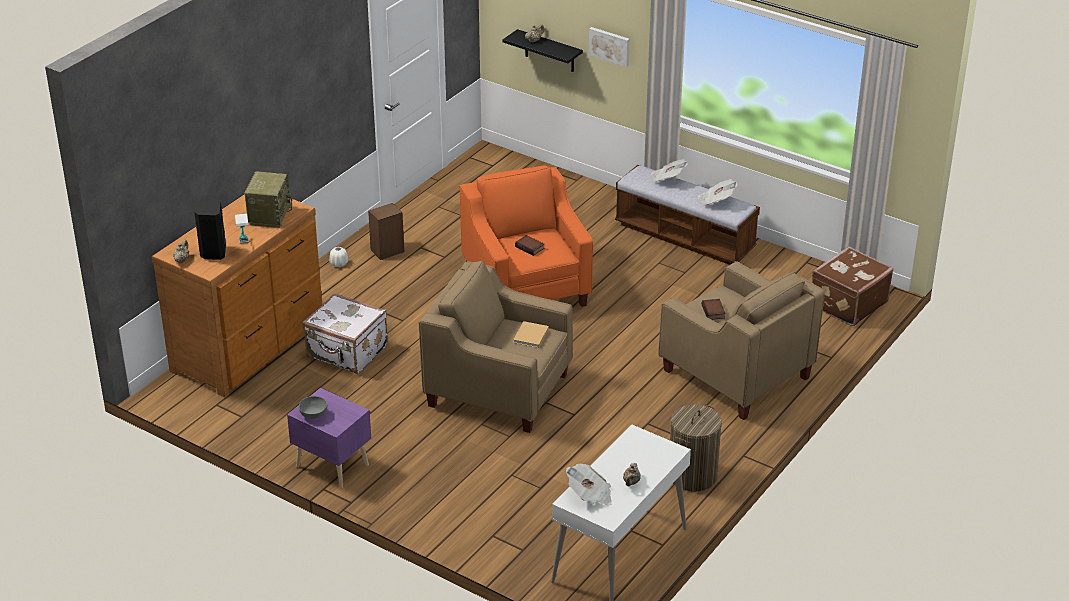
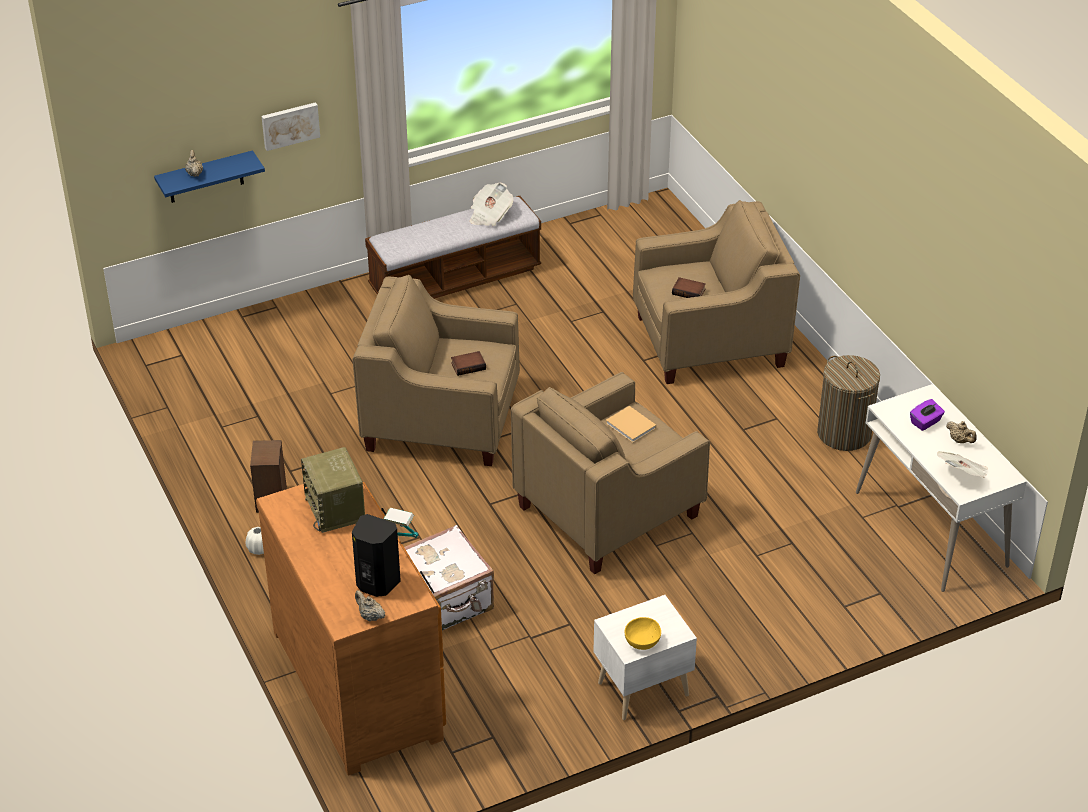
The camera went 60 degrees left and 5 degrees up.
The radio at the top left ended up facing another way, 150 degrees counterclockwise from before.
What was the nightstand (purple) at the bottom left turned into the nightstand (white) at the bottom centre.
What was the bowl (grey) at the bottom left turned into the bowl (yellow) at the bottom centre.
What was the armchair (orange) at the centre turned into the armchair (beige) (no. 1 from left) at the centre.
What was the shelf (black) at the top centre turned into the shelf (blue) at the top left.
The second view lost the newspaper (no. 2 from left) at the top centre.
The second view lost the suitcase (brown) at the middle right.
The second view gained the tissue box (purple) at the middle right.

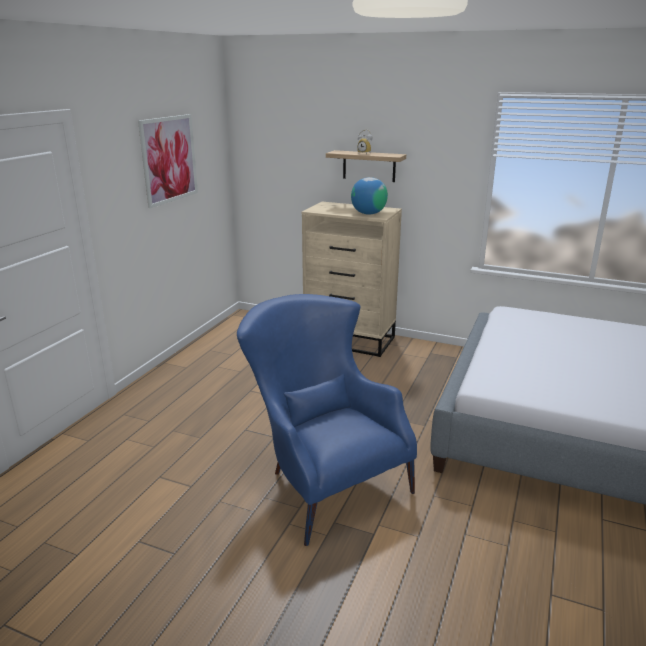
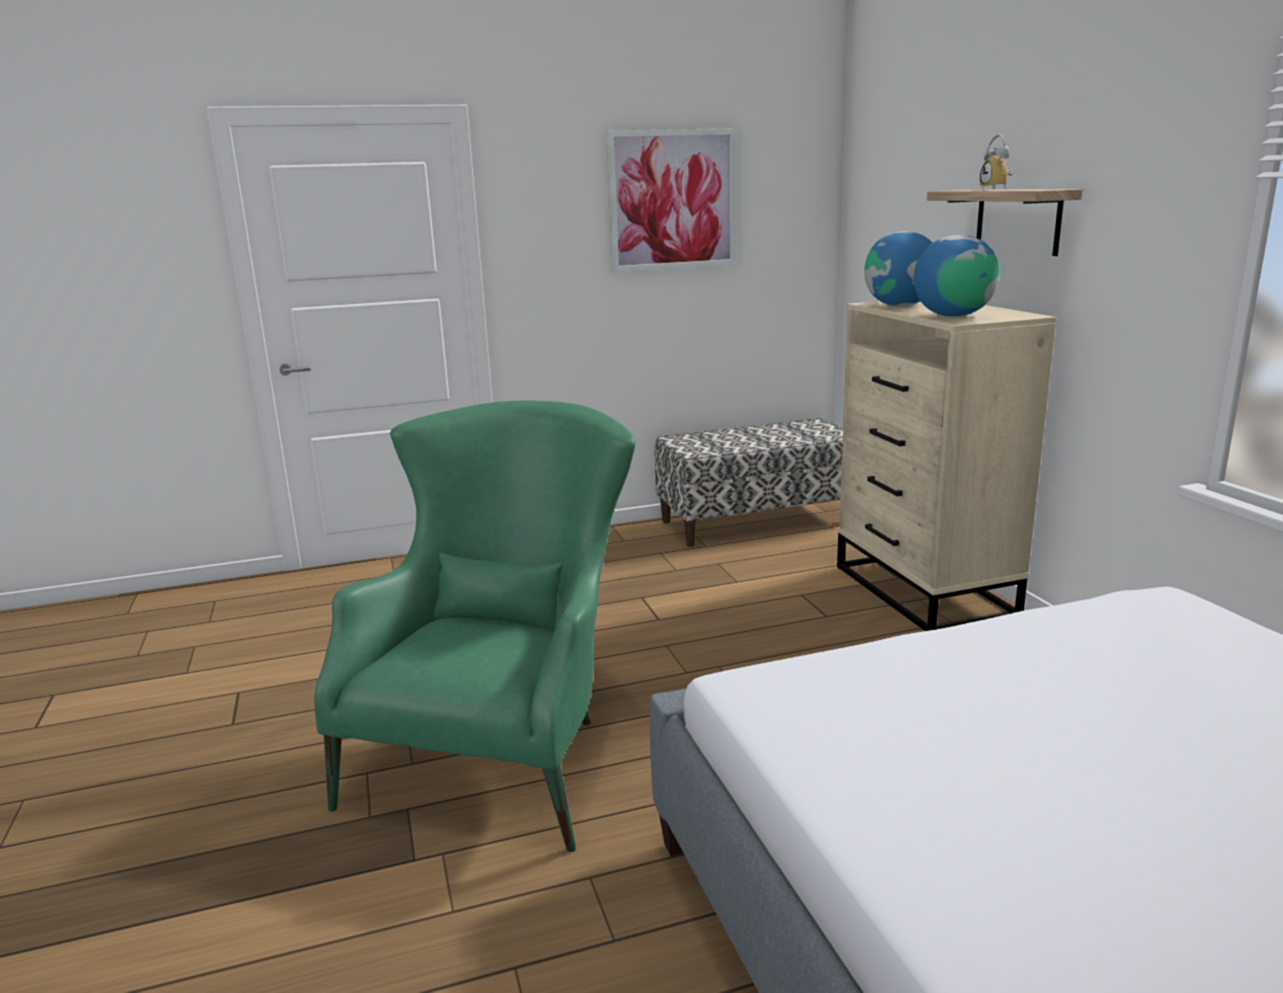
The camera went 50 degrees right and 5 degrees down.
What was the armchair (blue) at the centre turned into the armchair (green) at the centre.
The second view gained the bench at the centre.
The second view gained the globe (no. 1 from left) at the top right.

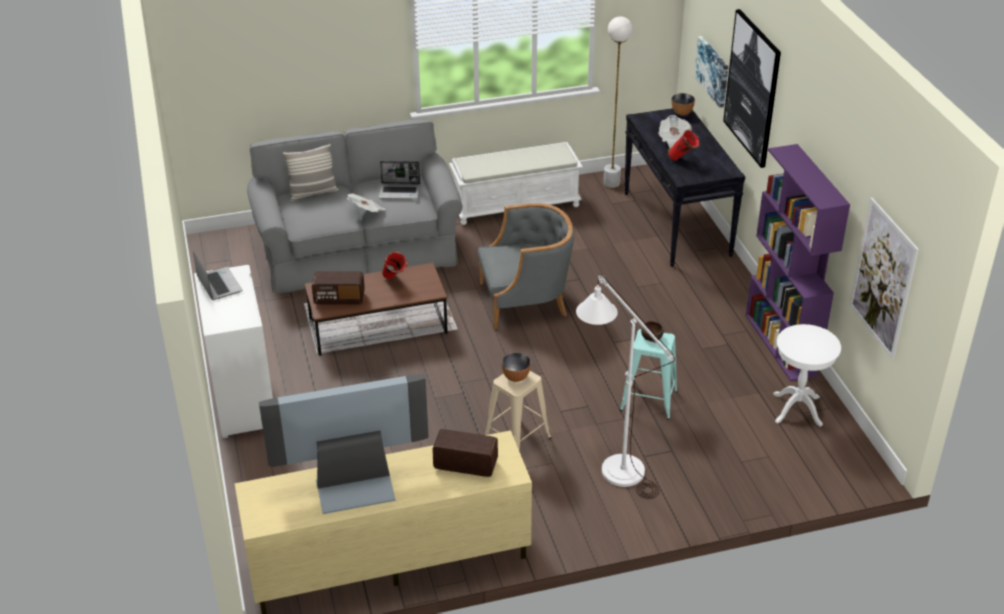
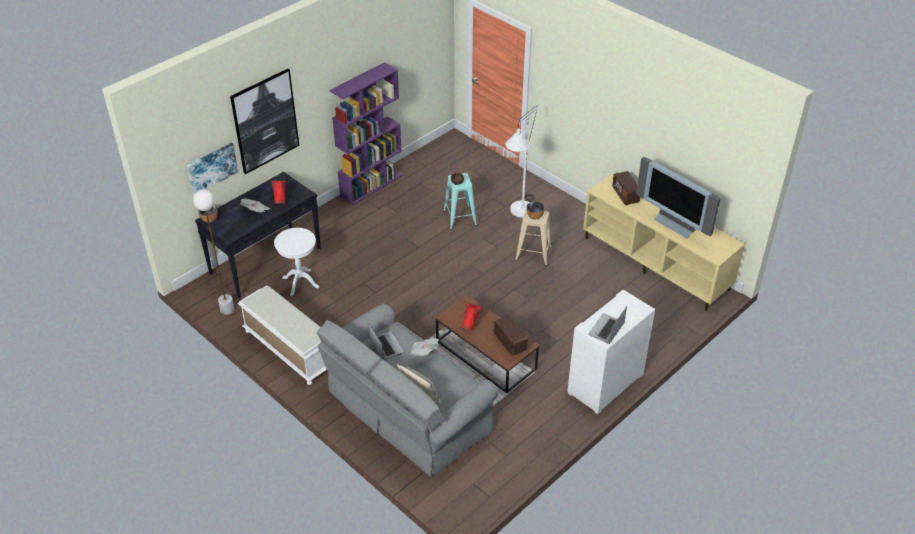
The camera went 120 degrees left and 5 degrees up.
The second view lost the armchair (grey) at the centre.
The side table (white) ended up elsewhere, having gone from the middle right to the middle left.
The second view lost the picture (no. 3 from left) at the middle right.

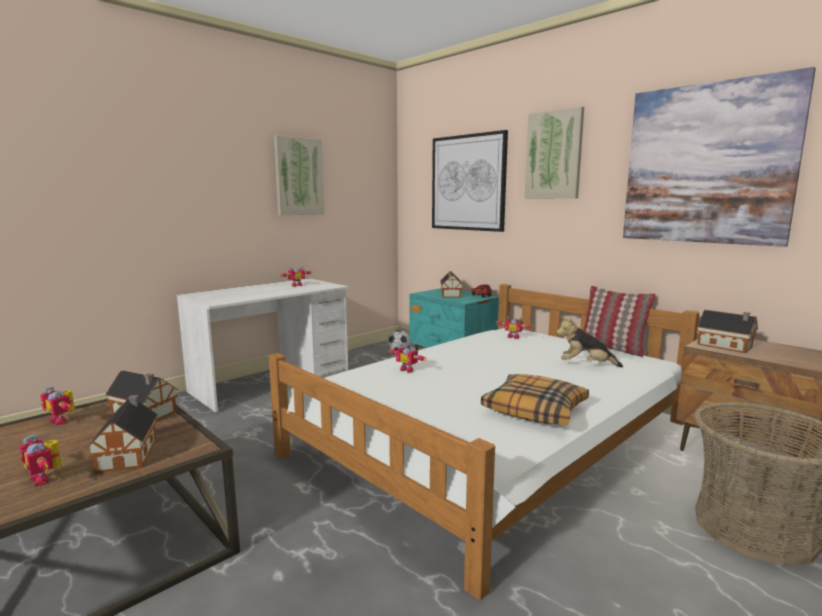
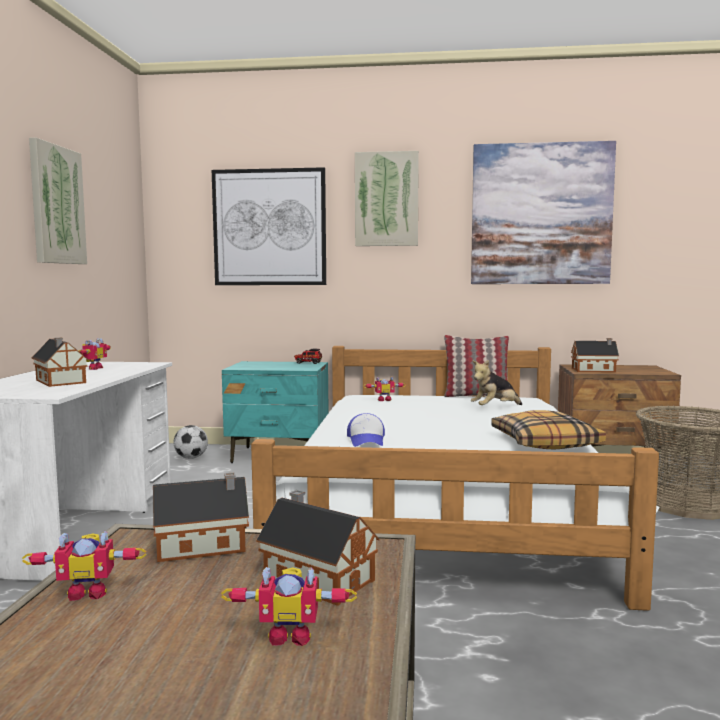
The camera went 40 degrees left and 5 degrees down.
Where the toy robot (no. 4 from left) stood at the centre, the cap came to stand at the centre.
The toy house (no. 3 from left in the first image) ended up elsewhere, having gone from the centre to the middle left.

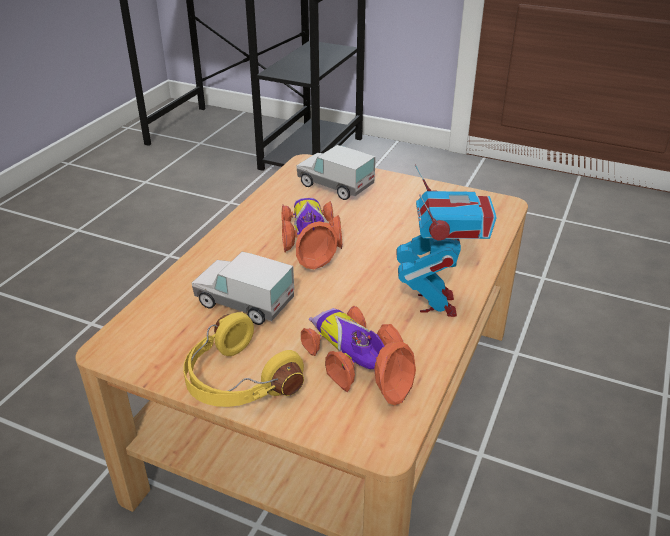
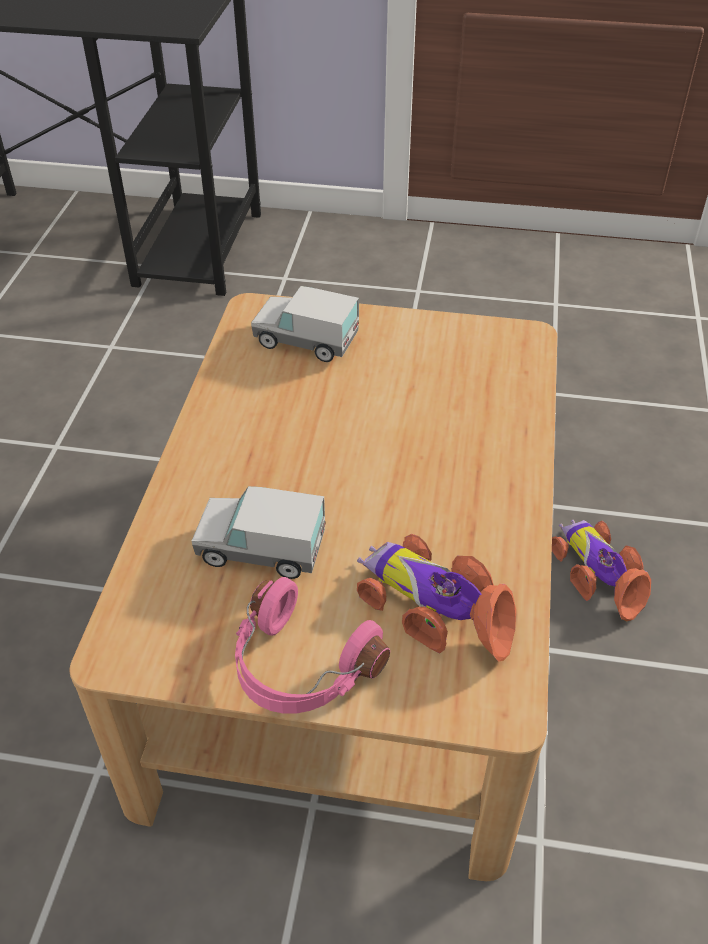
The camera went 15 degrees left and 10 degrees up.
What was the headphones (yellow) at the bottom centre turned into the headphones (pink) at the bottom centre.
The toy car (no. 1 from left in the first image) ended up elsewhere, having gone from the centre to the middle right.
The second view lost the toy robot at the centre.

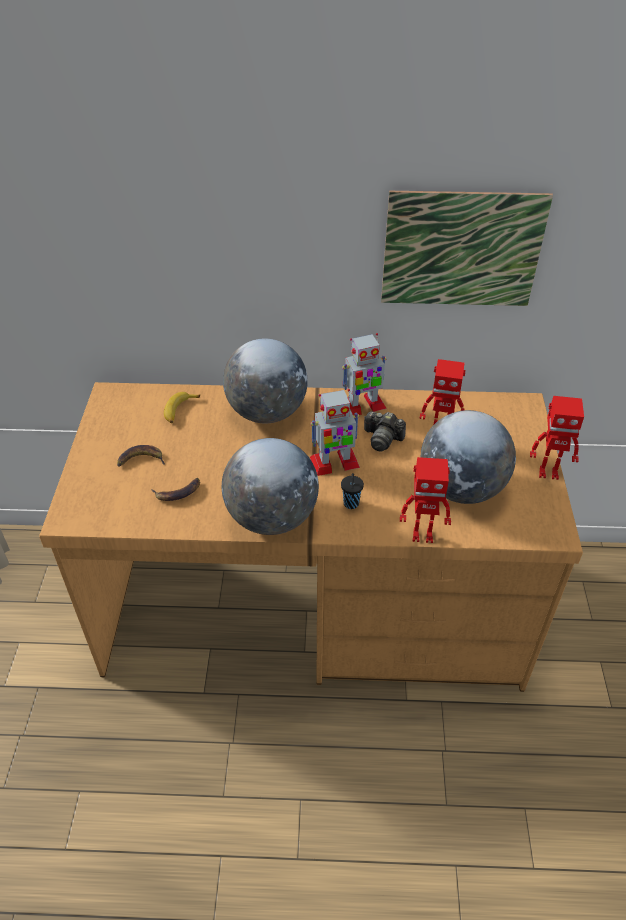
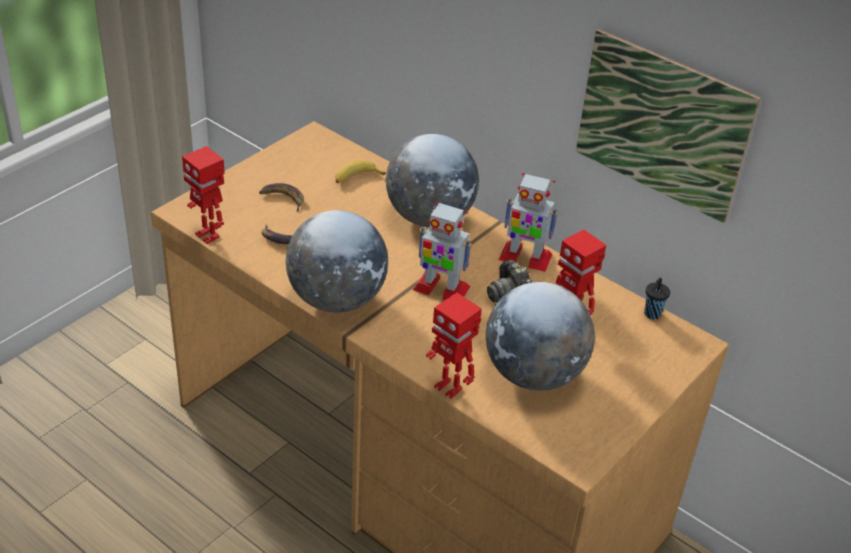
The camera went 35 degrees right and 5 degrees down.
The cup (black) ended up elsewhere, having gone from the centre to the middle right.
The toy robot (no. 5 from left in the first image) ended up elsewhere, having gone from the middle right to the middle left.

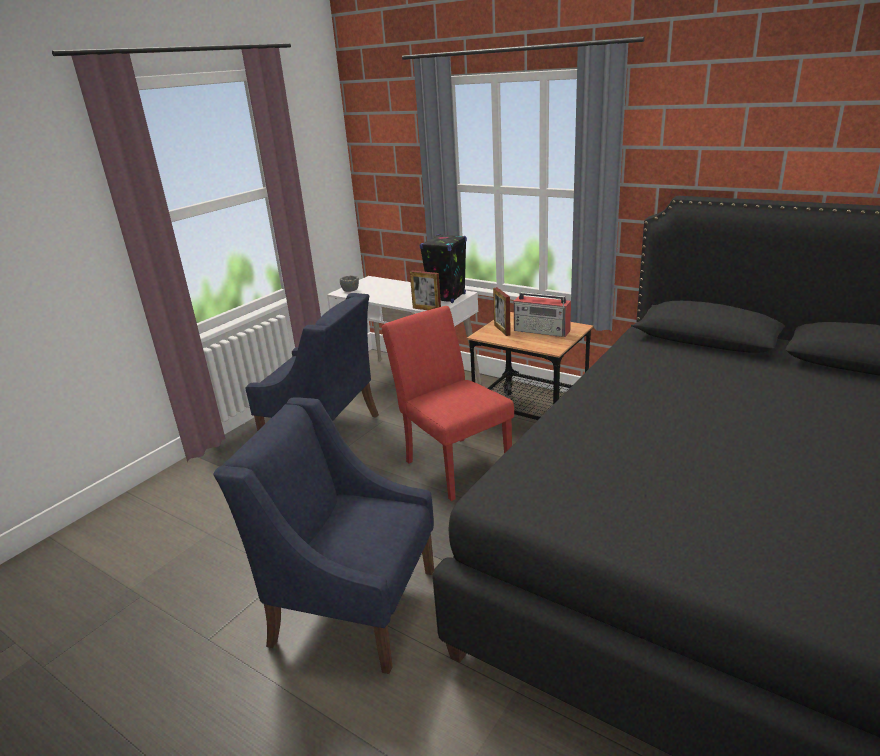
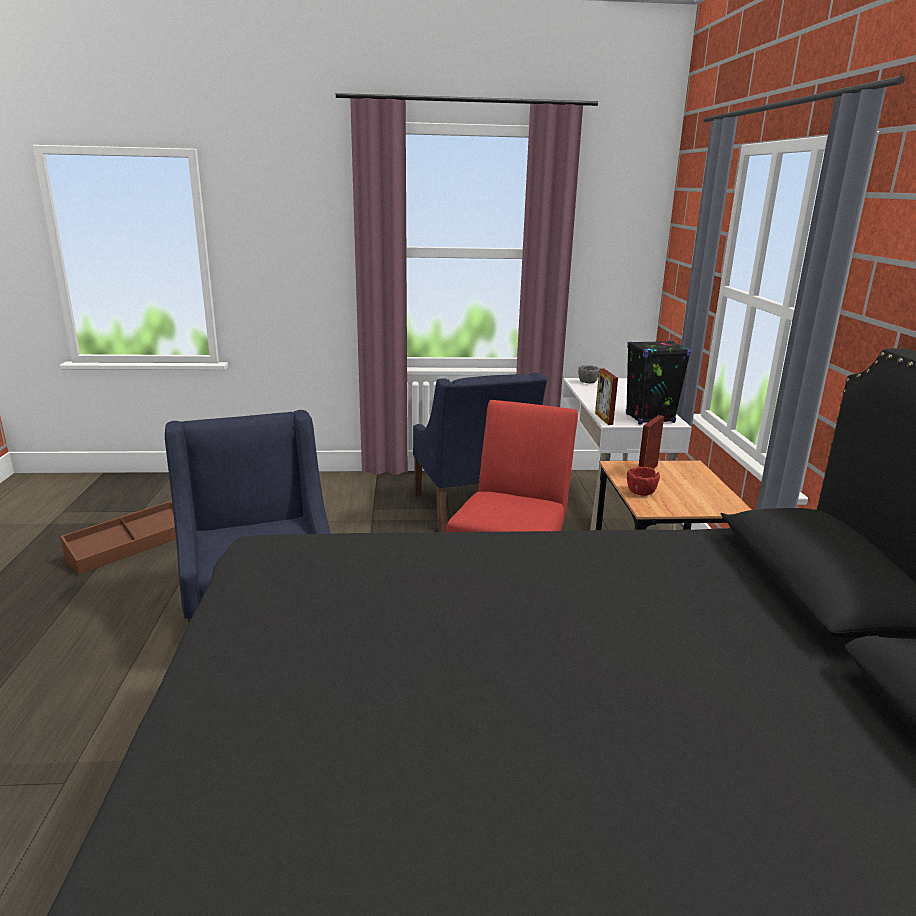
The camera went 50 degrees right and 5 degrees down.
The second view lost the radio at the centre.
The second view gained the storage box (brown) at the middle left.
The second view gained the bowl (red) at the middle right.

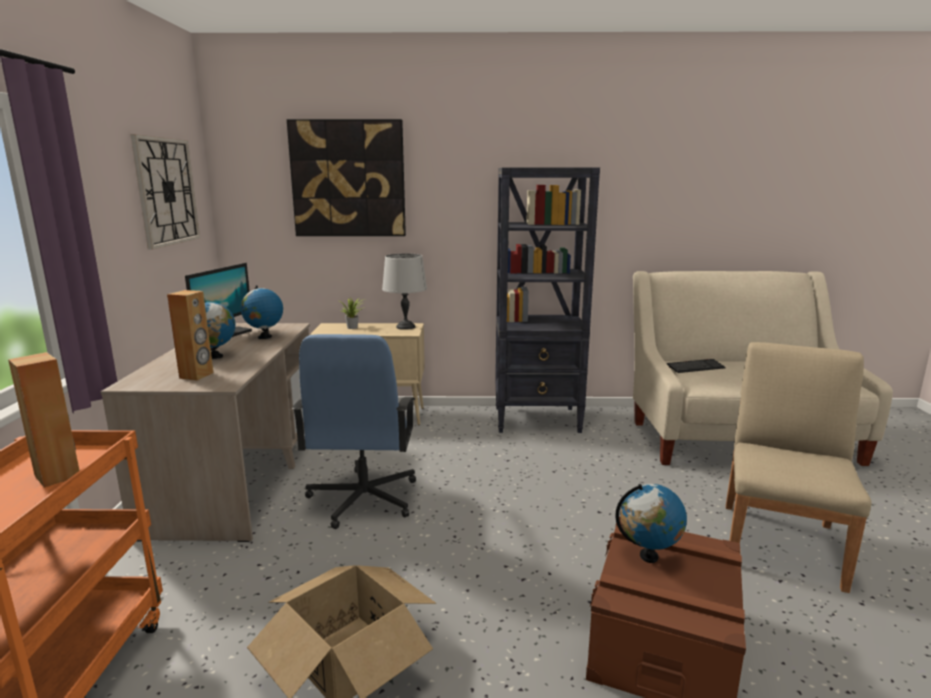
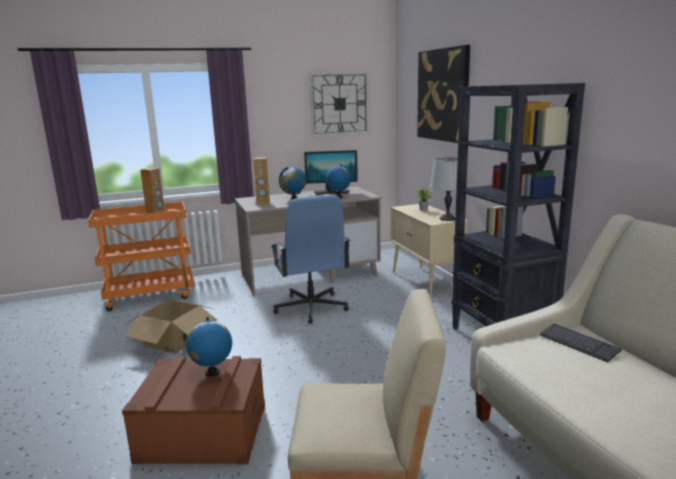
The camera went 70 degrees right and 0 degrees up.
The office chair (blue) at the centre ended up facing another way, 90 degrees counterclockwise from before.

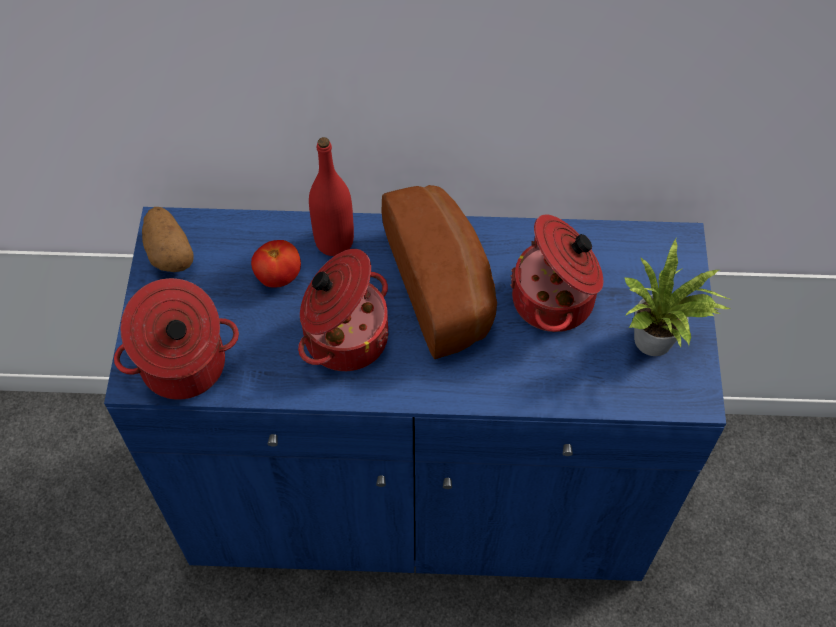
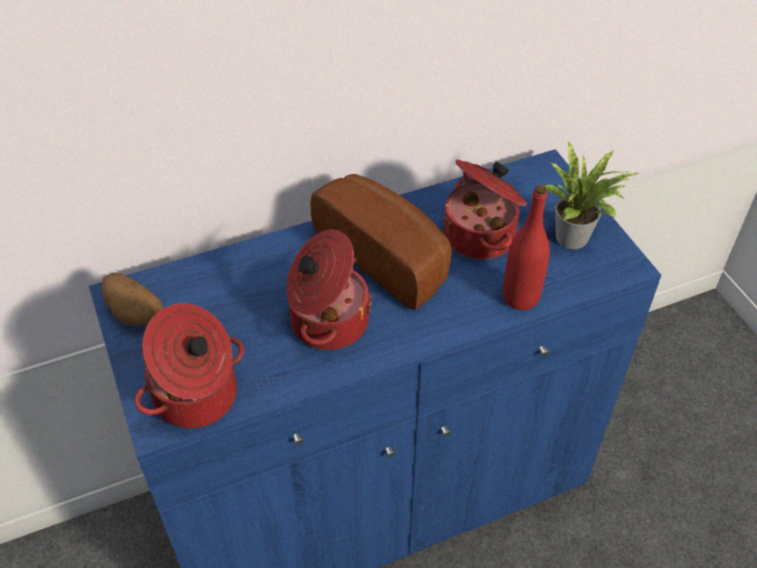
The camera went 25 degrees left and 10 degrees down.
The second view lost the tomato at the middle left.
The bottle (red) ended up elsewhere, having gone from the top centre to the middle right.

